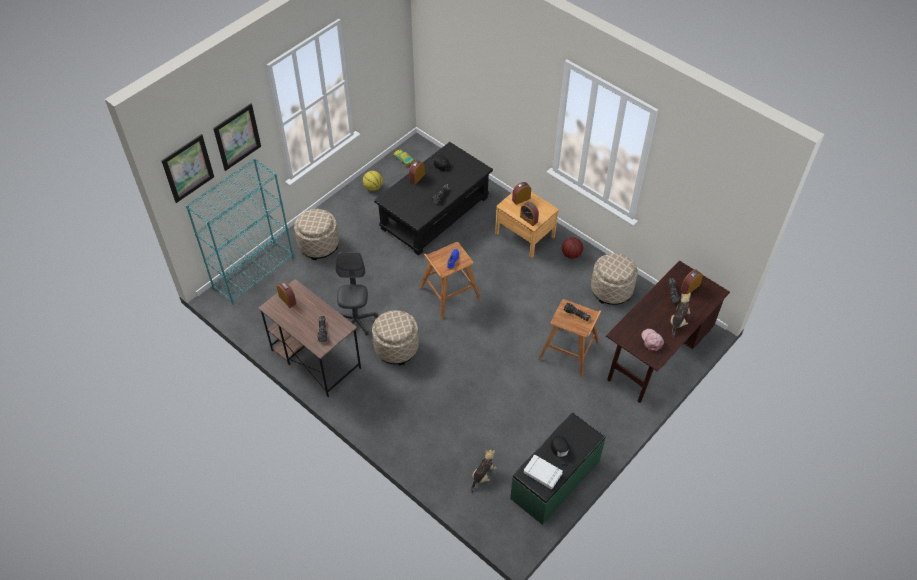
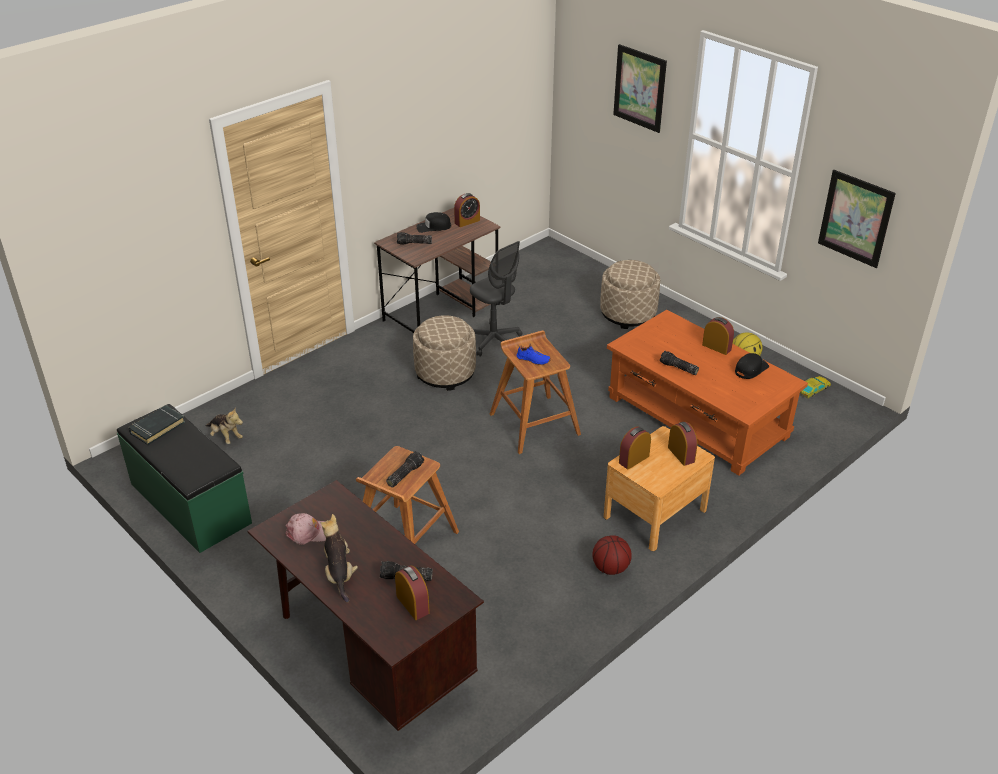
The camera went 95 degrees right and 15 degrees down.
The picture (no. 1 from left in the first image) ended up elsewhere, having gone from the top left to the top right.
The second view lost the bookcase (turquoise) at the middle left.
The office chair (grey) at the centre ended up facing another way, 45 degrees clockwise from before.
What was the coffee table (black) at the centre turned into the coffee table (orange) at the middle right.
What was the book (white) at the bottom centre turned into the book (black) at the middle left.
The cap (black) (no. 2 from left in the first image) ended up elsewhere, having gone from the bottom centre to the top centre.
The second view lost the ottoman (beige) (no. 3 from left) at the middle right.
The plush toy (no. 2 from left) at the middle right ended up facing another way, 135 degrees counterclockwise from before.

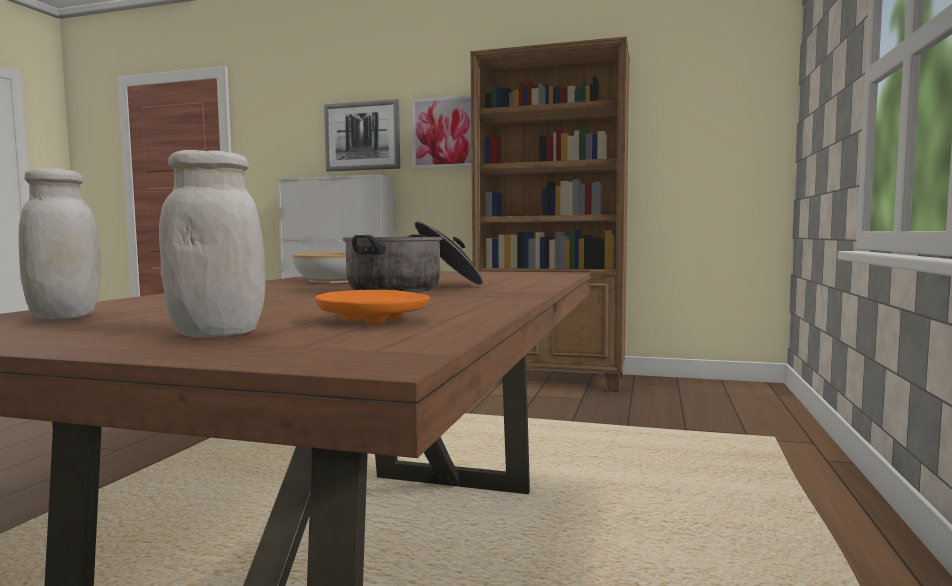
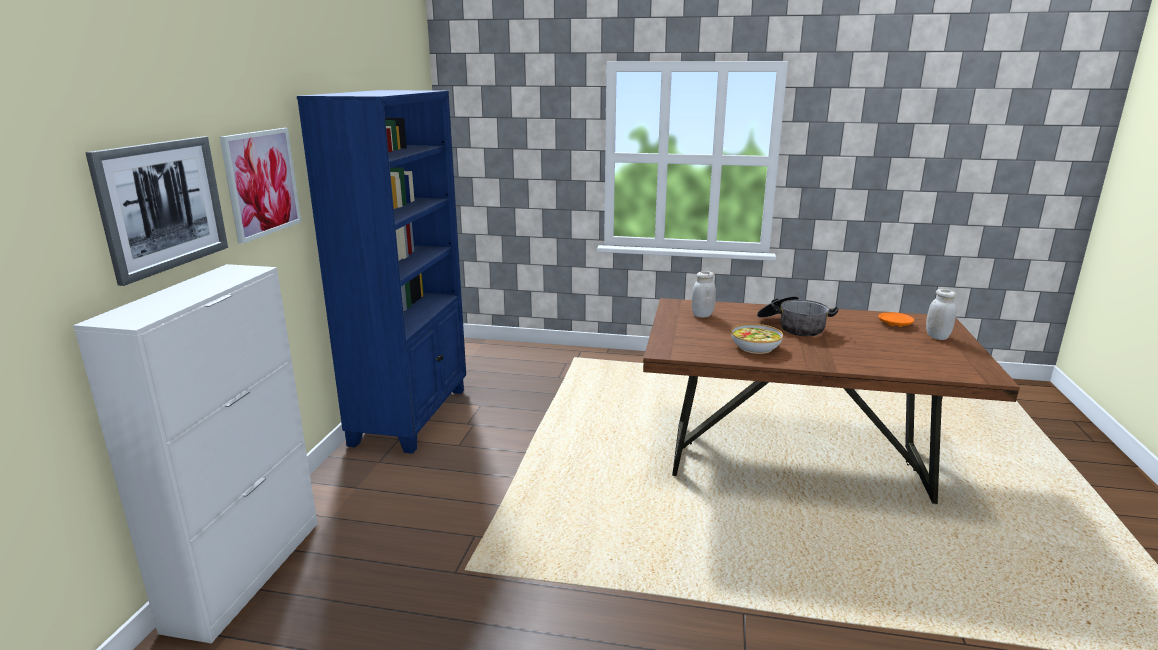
The camera went 95 degrees left and 15 degrees up.
The jar (white) (no. 1 from left) ended up elsewhere, having gone from the middle left to the centre.
What was the bookcase (brown) at the centre turned into the bookcase (blue) at the middle left.

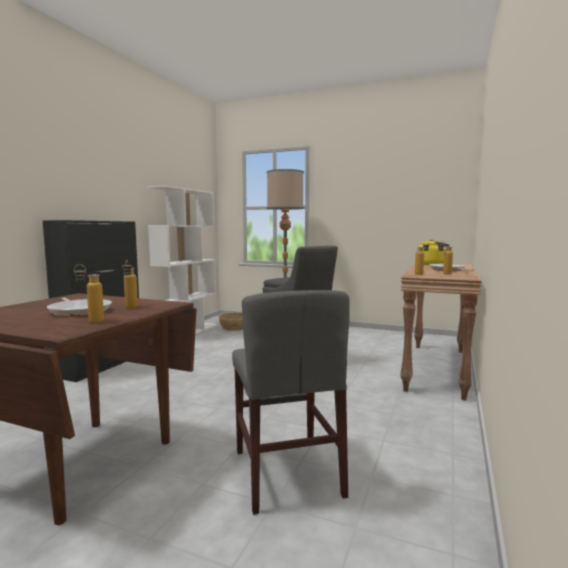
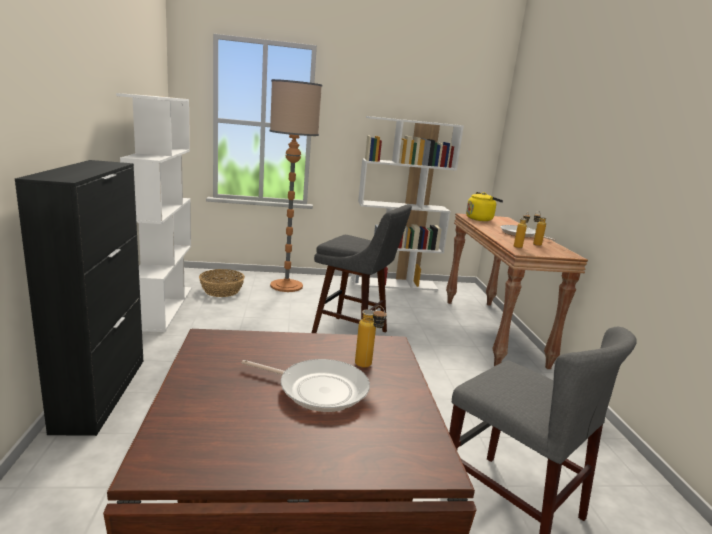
The camera went 30 degrees left and 10 degrees up.
The second view lost the bottle (no. 1 from left) at the middle left.
The second view gained the bookcase (white) (no. 2 from left) at the centre.

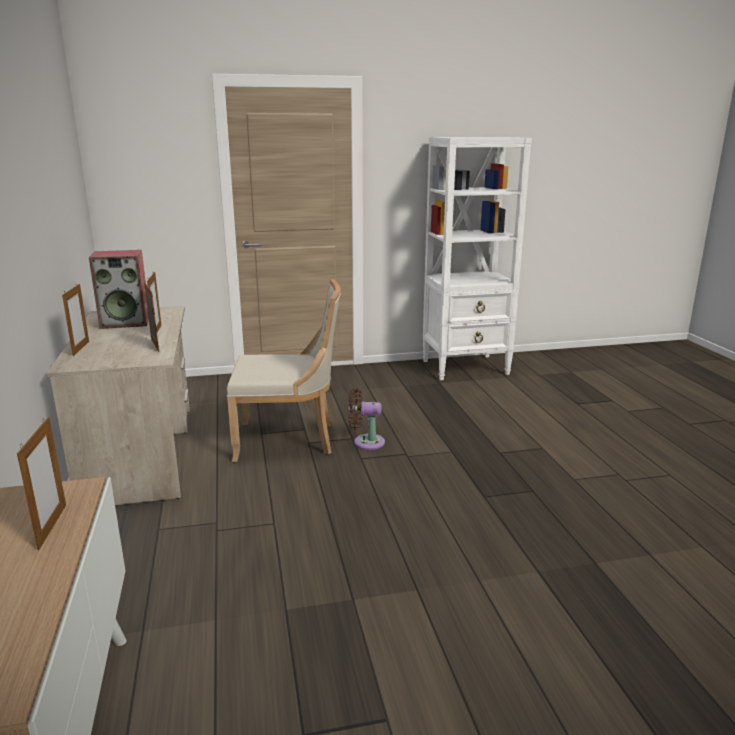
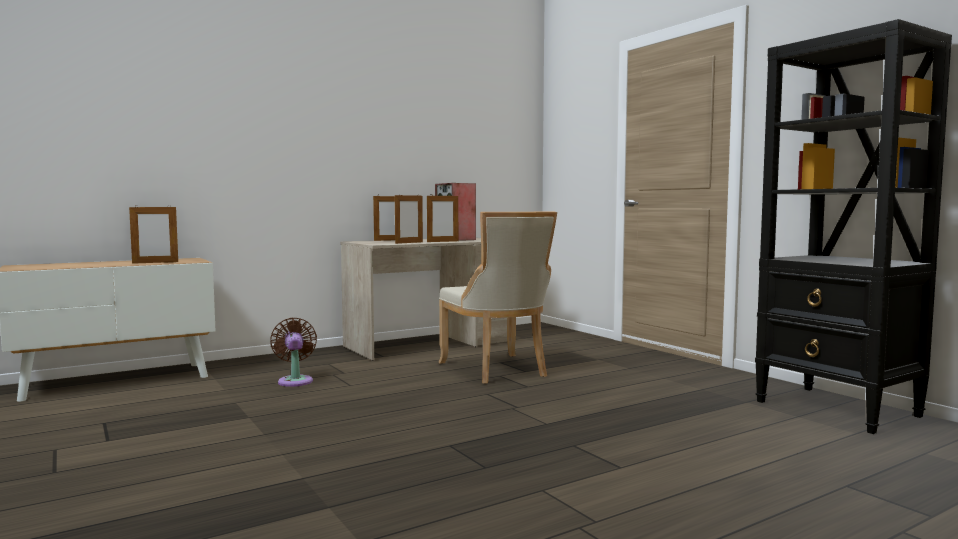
The camera went 70 degrees right and 15 degrees down.
The fan (brown) ended up elsewhere, having gone from the centre to the middle left.
What was the bookcase (white) at the centre turned into the bookcase (black) at the middle right.

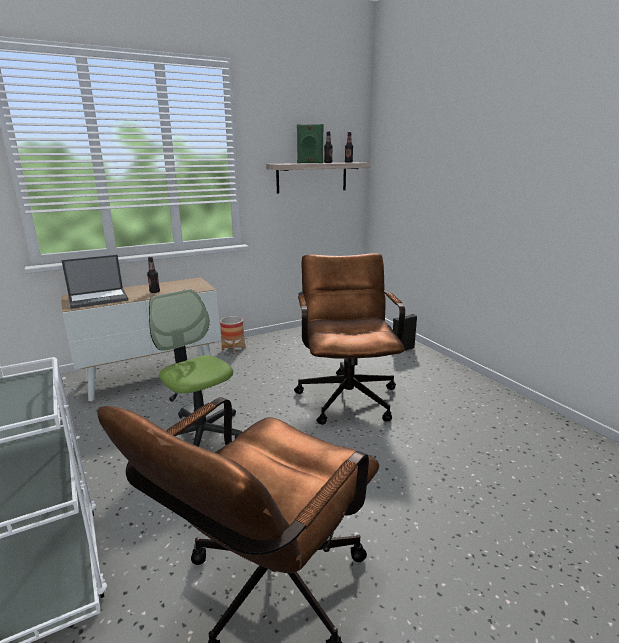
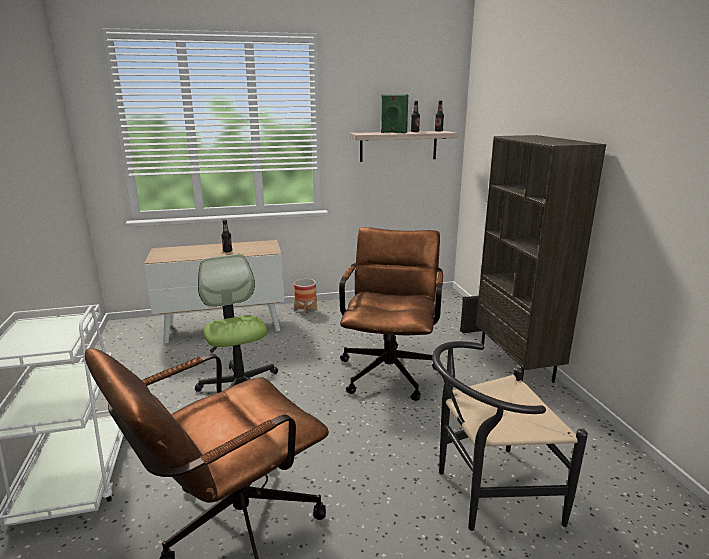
The camera went 15 degrees right and 0 degrees up.
The second view lost the laptop at the middle left.
The second view gained the chair (black) at the bottom right.
The second view gained the bookcase (brown) at the middle right.

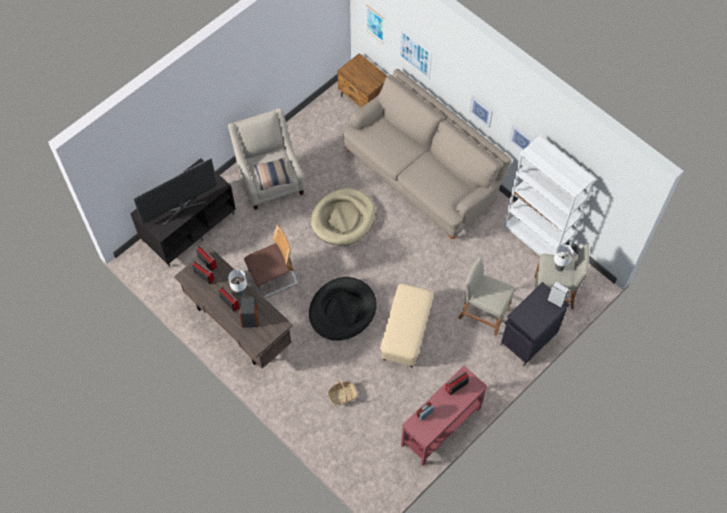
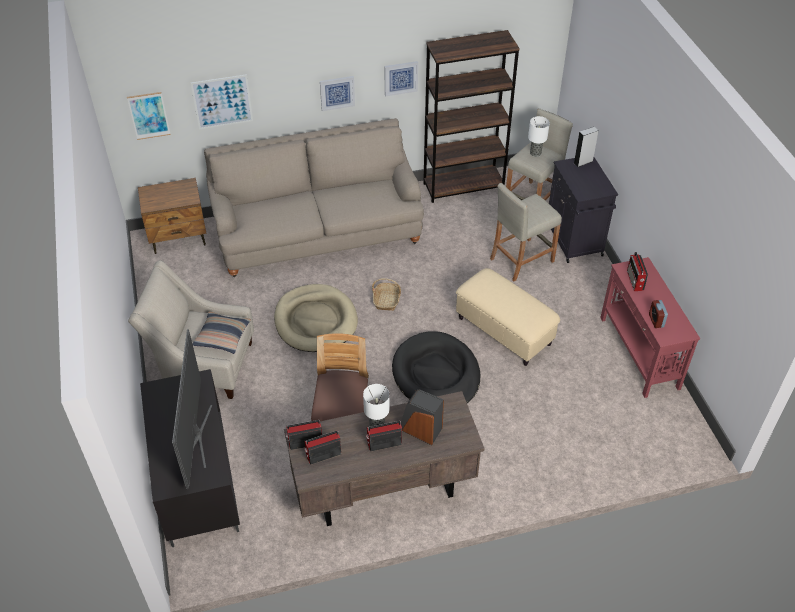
The camera went 60 degrees left and 15 degrees down.
The basket ended up elsewhere, having gone from the bottom centre to the centre.
What was the bookcase (white) at the middle right turned into the bookcase (brown) at the top centre.

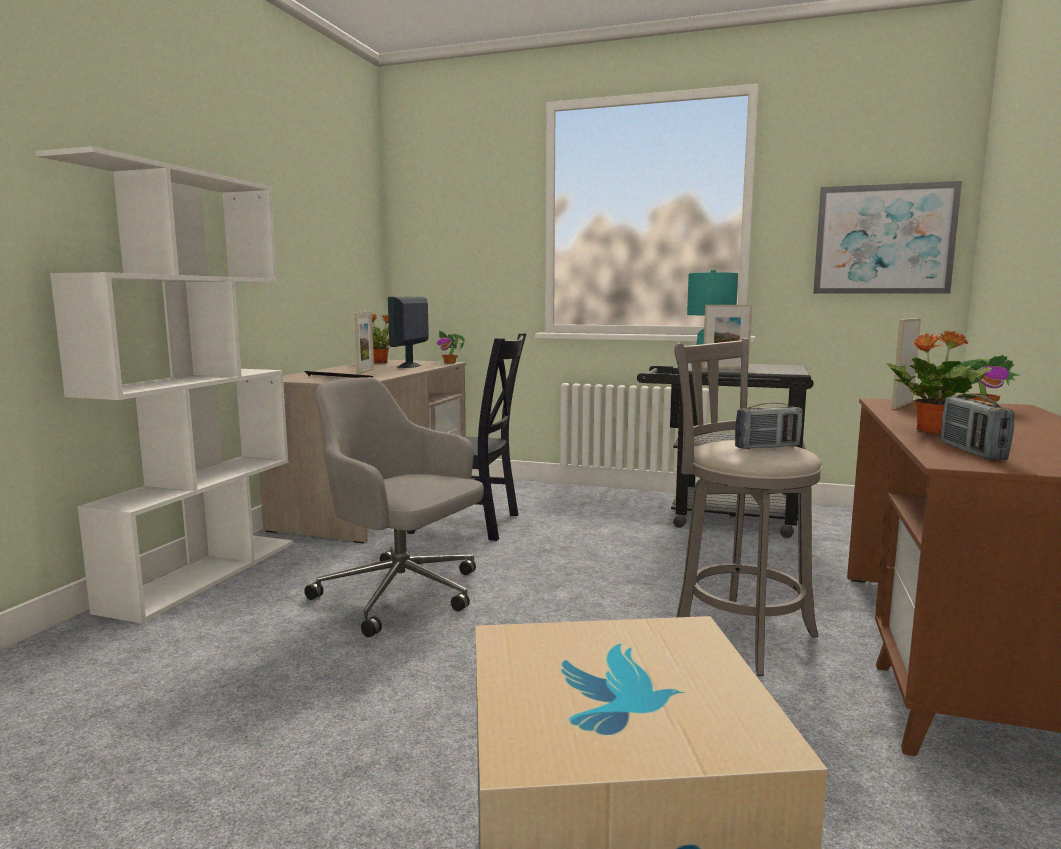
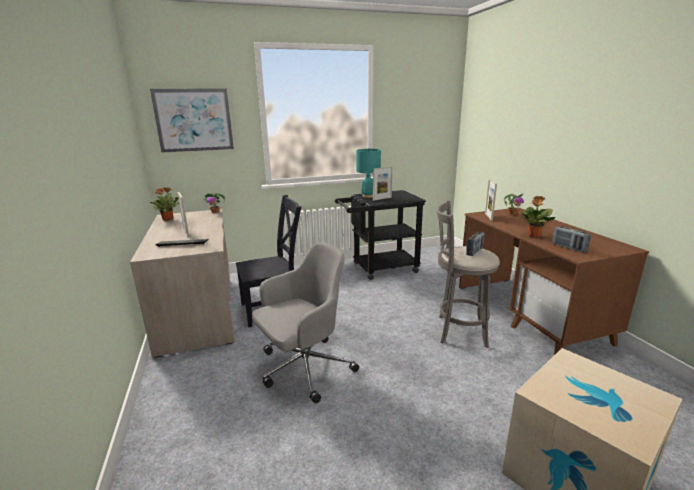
The camera went 35 degrees left and 10 degrees up.
The second view lost the bookcase (white) at the middle left.
The office chair (grey) at the centre ended up facing another way, 150 degrees clockwise from before.
The second view lost the monitor at the centre.
The picture ended up elsewhere, having gone from the top right to the top left.

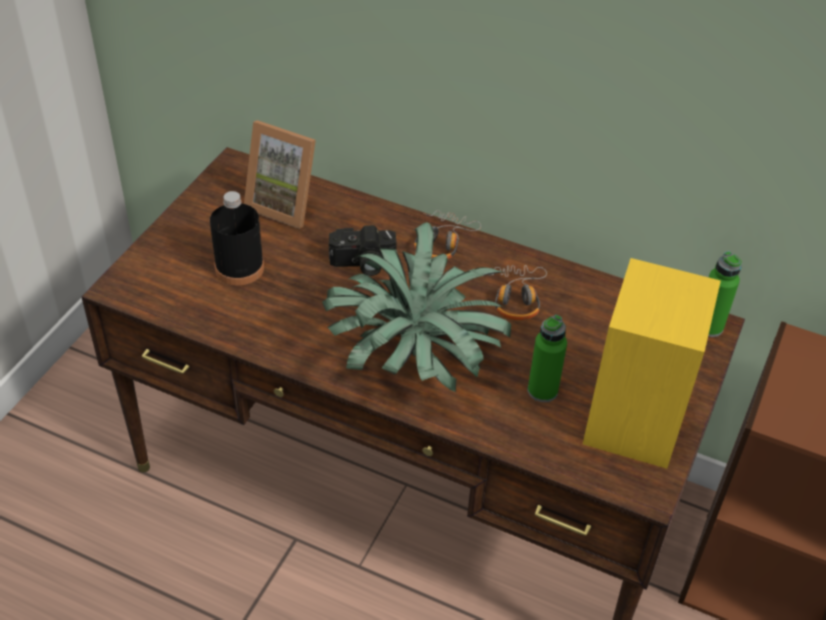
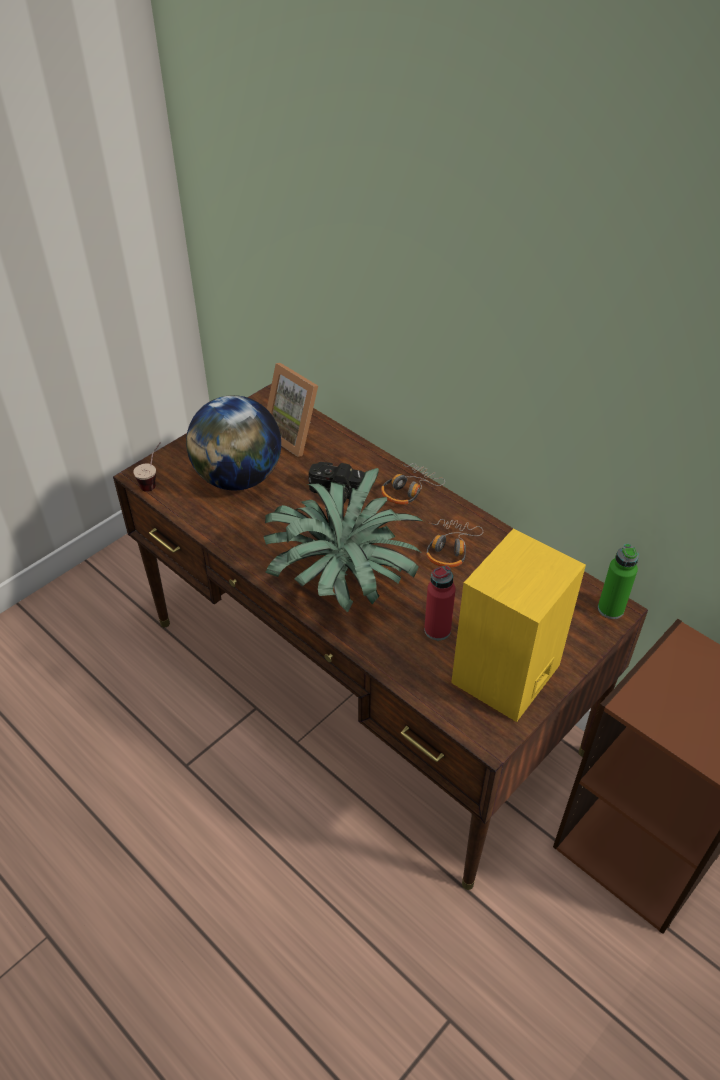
The camera went 20 degrees right and 0 degrees up.
Where the bottle (black) stood at the middle left, the globe came to stand at the middle left.
What was the bottle (green) (no. 1 from left) at the centre turned into the bottle (red) at the centre.
The second view gained the cup at the middle left.

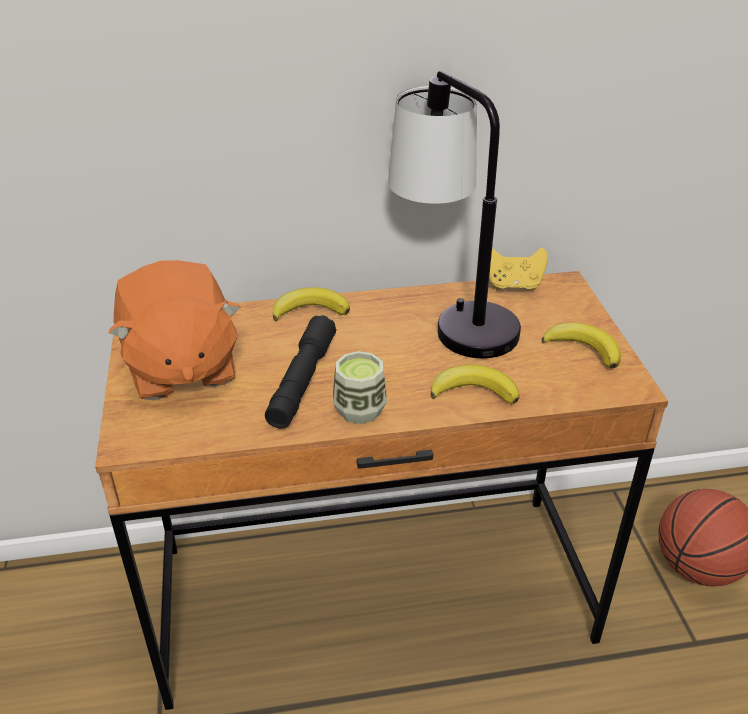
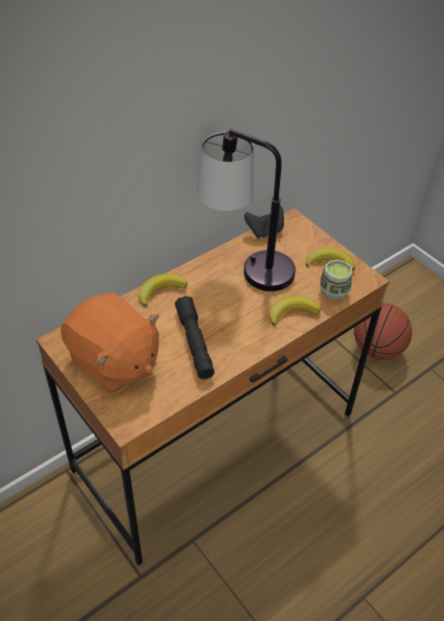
The camera went 30 degrees left and 10 degrees up.
The cup ended up elsewhere, having gone from the centre to the middle right.
What was the game controller (yellow) at the middle right turned into the game controller (black) at the centre.

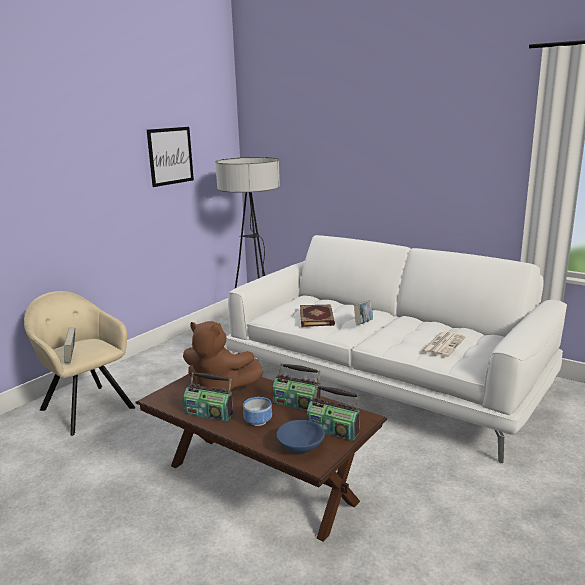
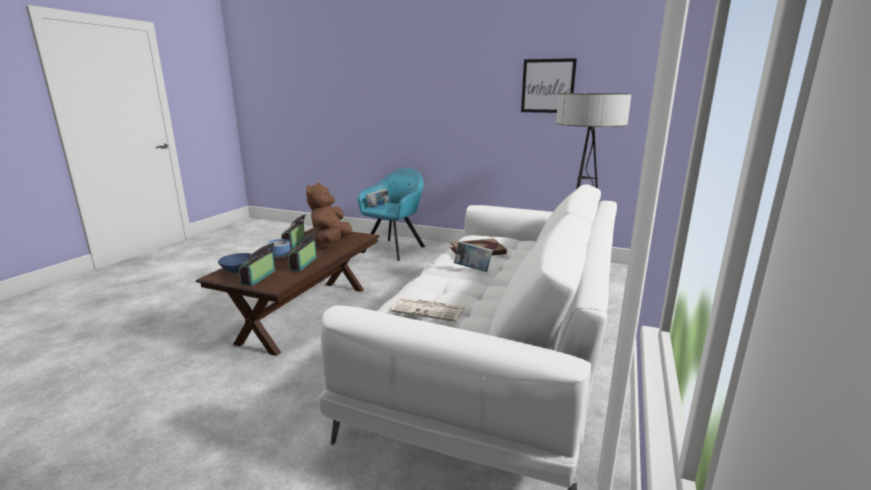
The camera went 75 degrees right and 0 degrees up.
What was the armchair (beige) at the middle left turned into the armchair (turquoise) at the centre.

